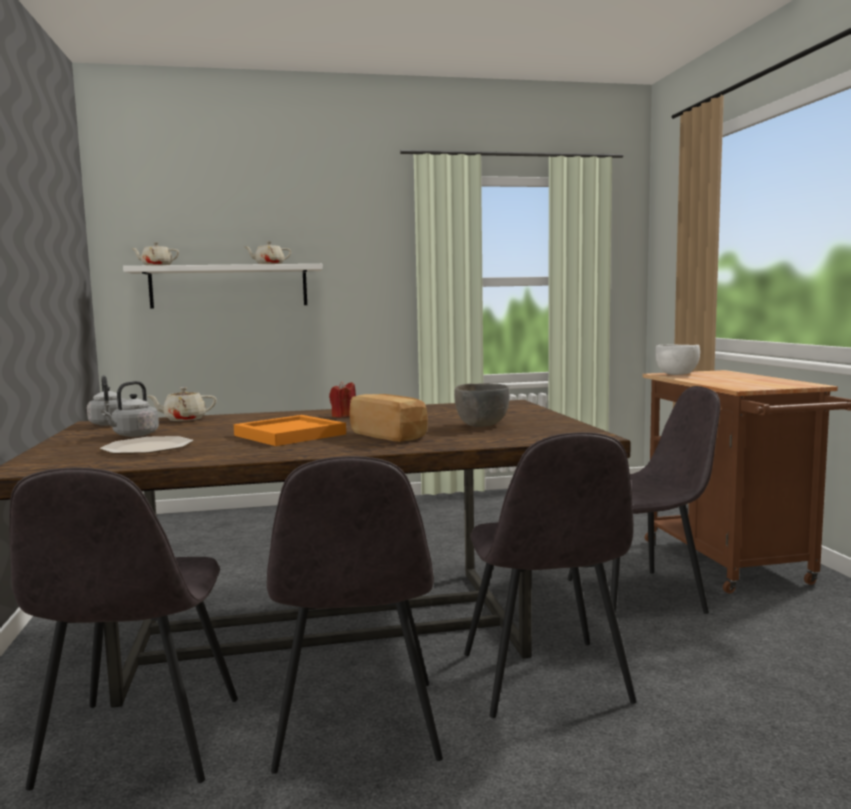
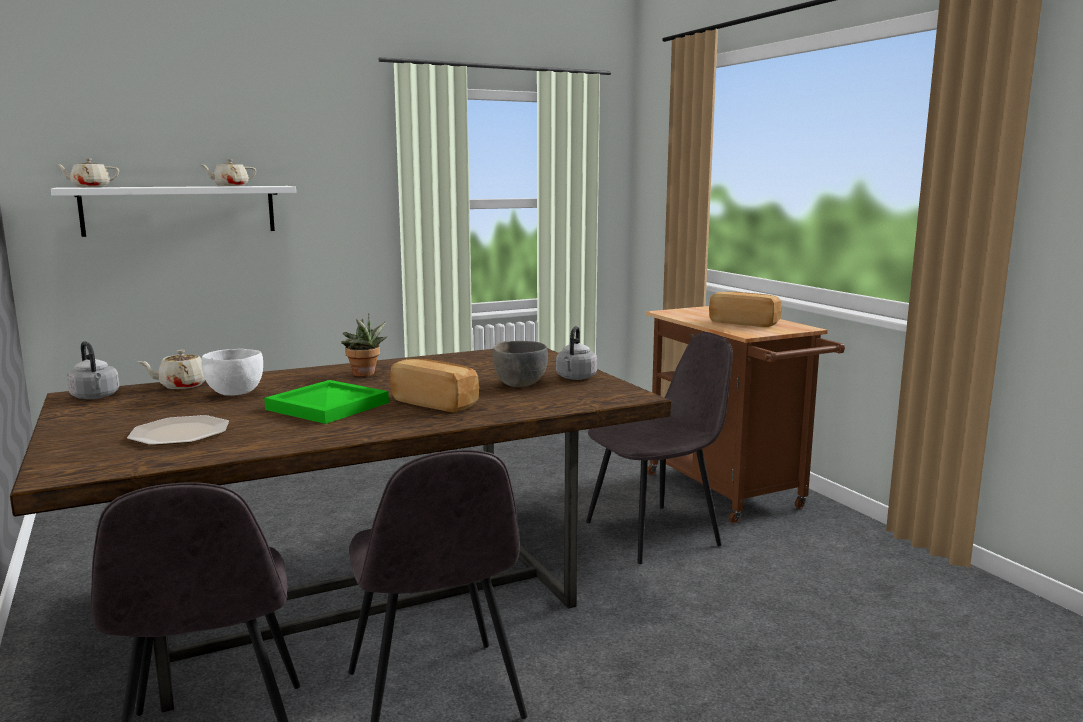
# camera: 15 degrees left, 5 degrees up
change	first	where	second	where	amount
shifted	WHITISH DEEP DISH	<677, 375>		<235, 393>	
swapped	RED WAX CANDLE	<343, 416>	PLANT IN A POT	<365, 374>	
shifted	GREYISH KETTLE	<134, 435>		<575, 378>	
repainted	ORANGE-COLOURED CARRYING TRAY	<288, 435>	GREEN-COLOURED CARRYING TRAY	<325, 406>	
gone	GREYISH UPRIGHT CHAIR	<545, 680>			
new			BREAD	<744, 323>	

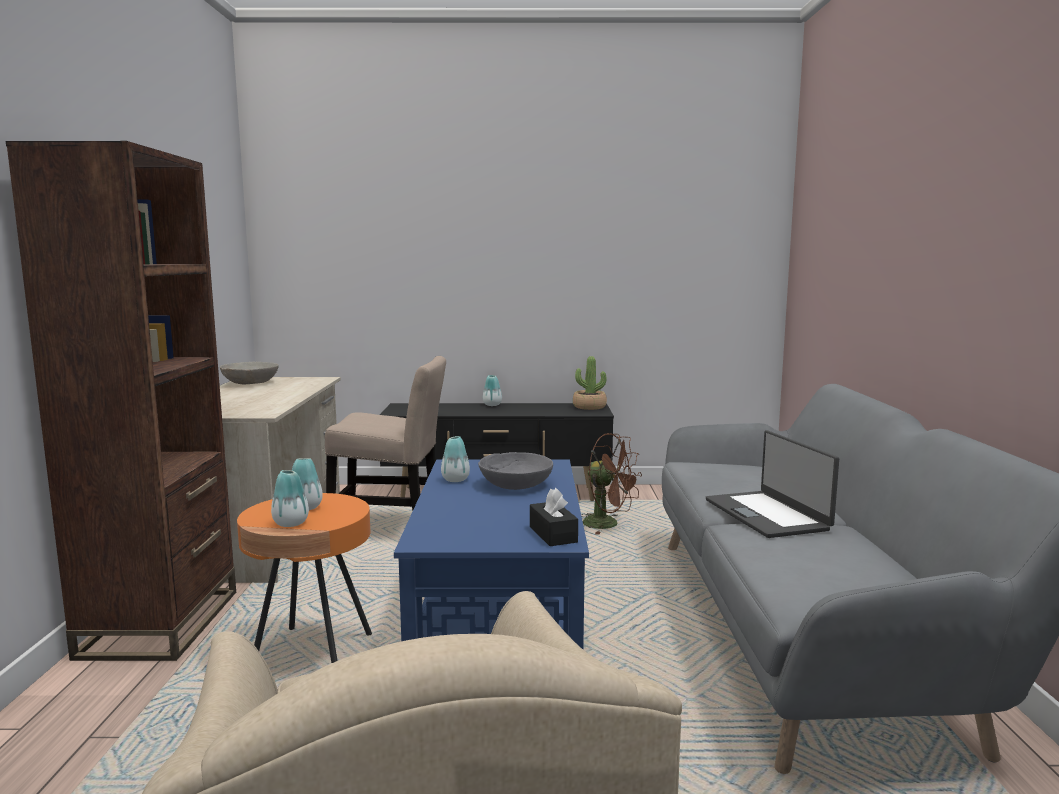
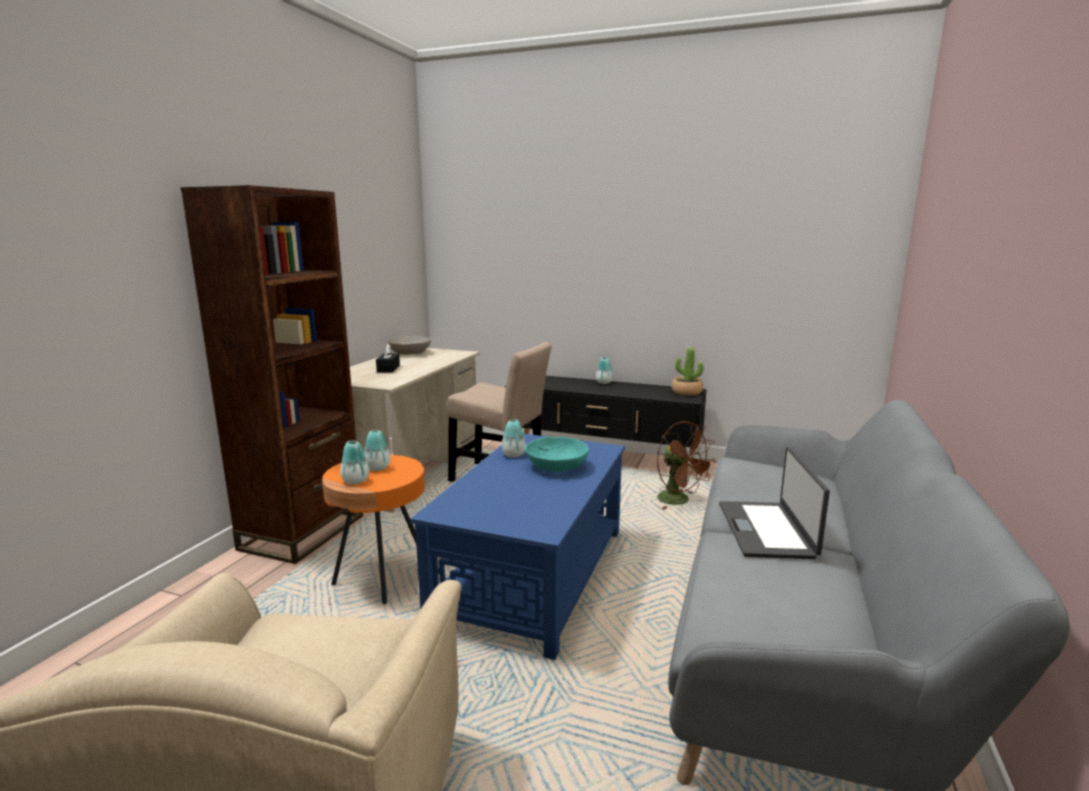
# camera: 20 degrees right, 5 degrees up
change	first	where	second	where	amount
repainted	GREYISH DEEP DISH	<515, 485>	TURQUOISE-COLOURED DEEP DISH	<556, 466>	
shifted	BLACK-COLOURED TISSUE BOX	<553, 534>		<388, 369>	

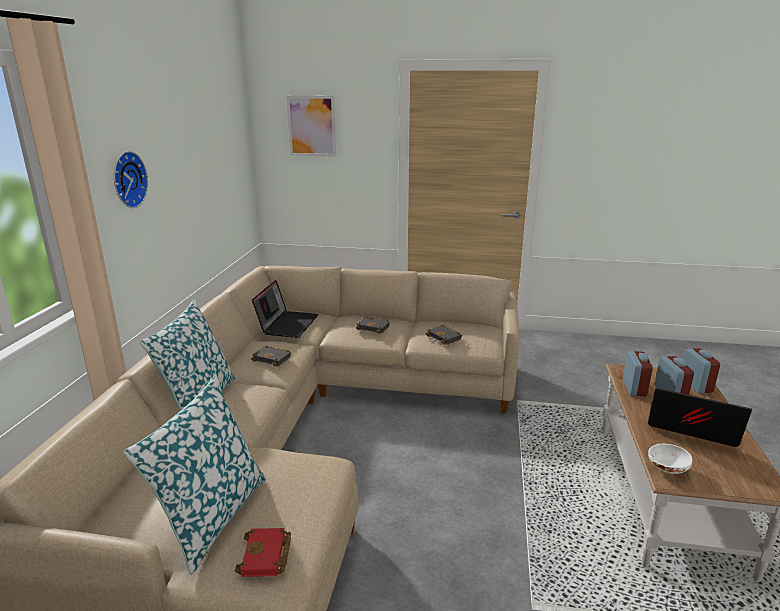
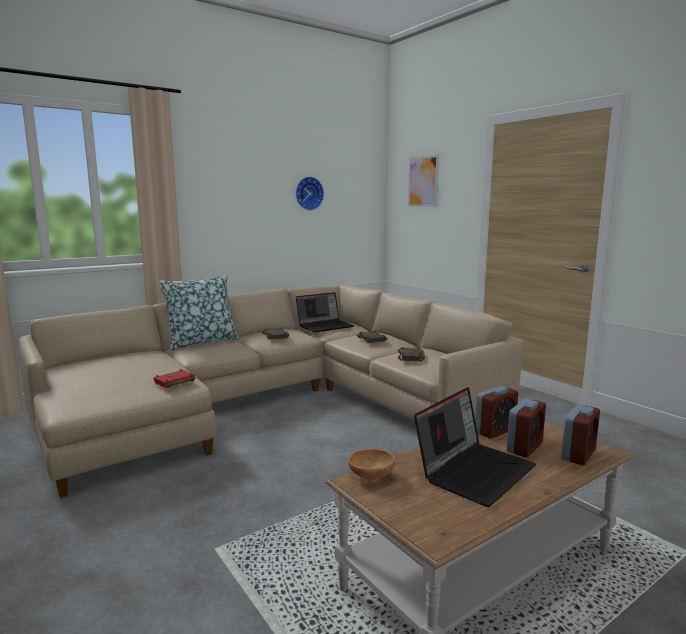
# camera: 45 degrees right, 10 degrees down
change	first	where	second	where	amount
shifted	CLOCK ON THE WALL	<127, 179>		<308, 193>	
gone	CUSHION	<212, 517>			
rotated	NOTEBOOK COMPUTER	<690, 428>		<474, 471>	60 degrees clockwise
repainted	WHITISH DEEP DISH	<666, 469>	BROWN-COLOURED DEEP DISH	<370, 476>	
shifted	RED BOOK	<266, 557>		<174, 382>	

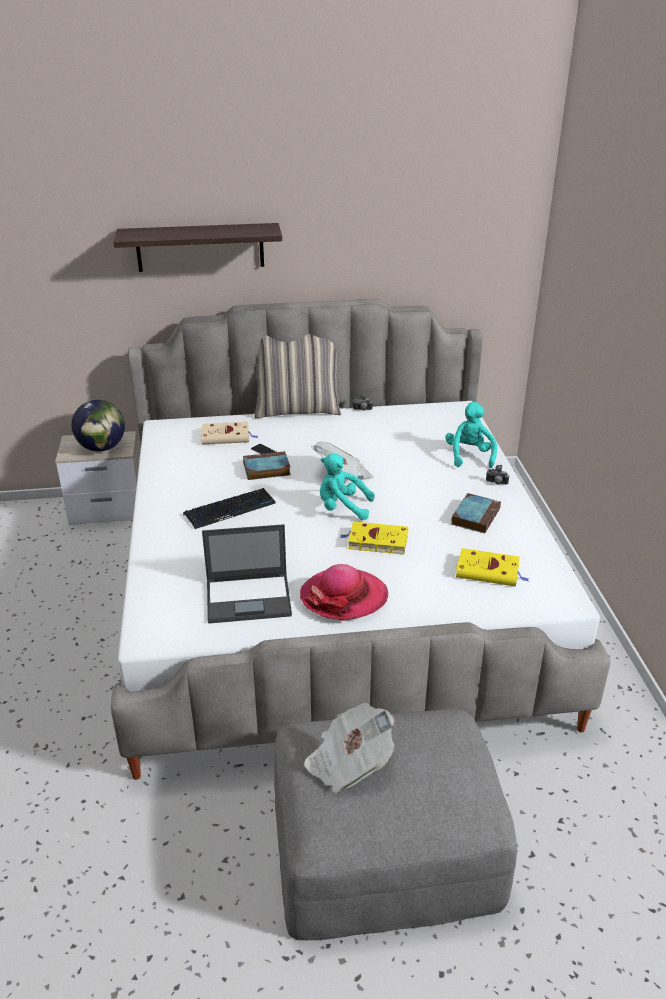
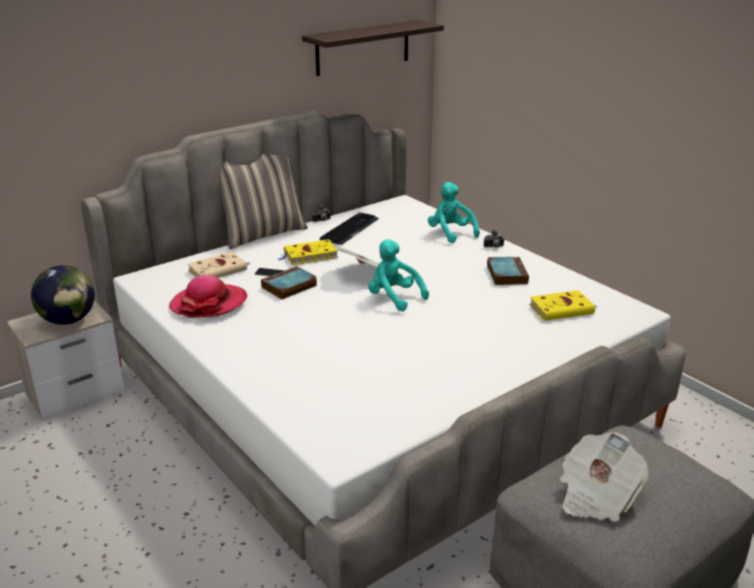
# camera: 30 degrees left, 5 degrees down
change	first	where	second	where	amount
shifted	SHELF	<200, 247>		<363, 47>	
rotated	TURQUOISE-COLOURED CUDDLY TOY	<342, 508>		<394, 298>	60 degrees clockwise
shifted	KEYBOARD	<230, 509>		<350, 229>	
shifted	YELLOW BOOK	<376, 541>		<309, 256>	
gone	NOTEBOOK COMPUTER	<249, 598>			
shifted	WEARABLE HAT	<344, 597>		<209, 304>	

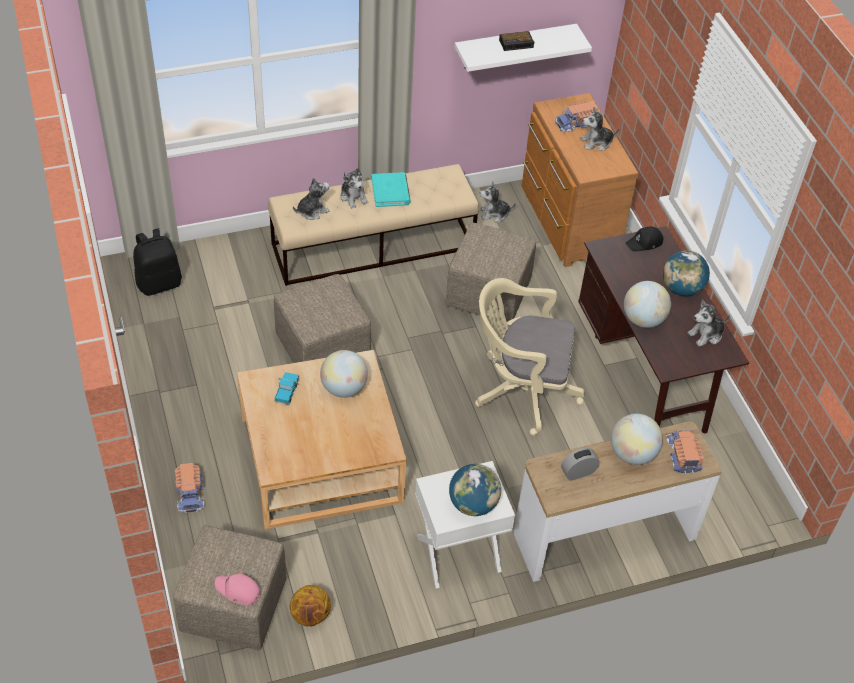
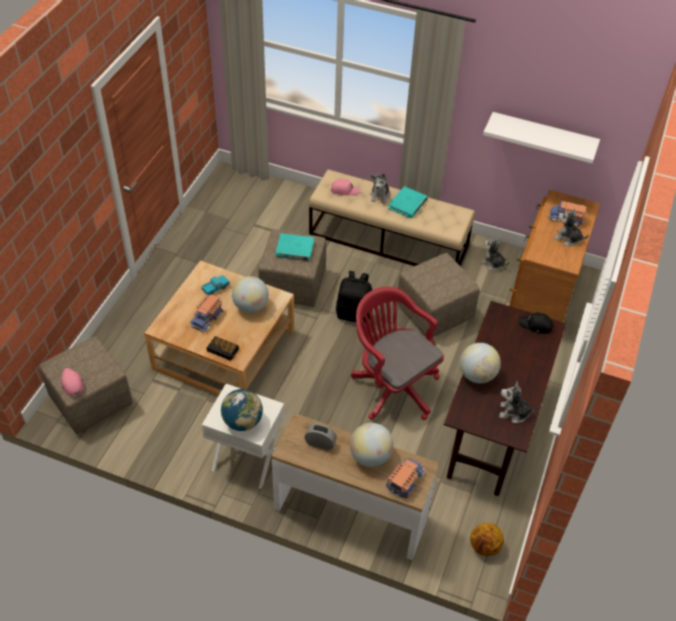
# camera: 40 degrees right, 0 degrees up
change	first	where	second	where	amount
shifted	TABLE CLOCK	<517, 43>		<223, 350>	
swapped	CUDDLY TOY	<312, 211>	PINK PEAKED CAP	<344, 190>	
shifted	BLACK-COLOURED RUCKSACK	<159, 283>		<354, 314>	
gone	DESK GLOBE	<681, 289>			
repainted	BEIGE DESK CHAIR	<520, 390>	RED DESK CHAIR	<392, 385>	
shifted	TOY TRUCK	<190, 494>		<207, 318>	
shifted	BASKETBALL	<311, 615>		<484, 547>	
new			TURQUOISE-COLOURED BOOK	<295, 249>	

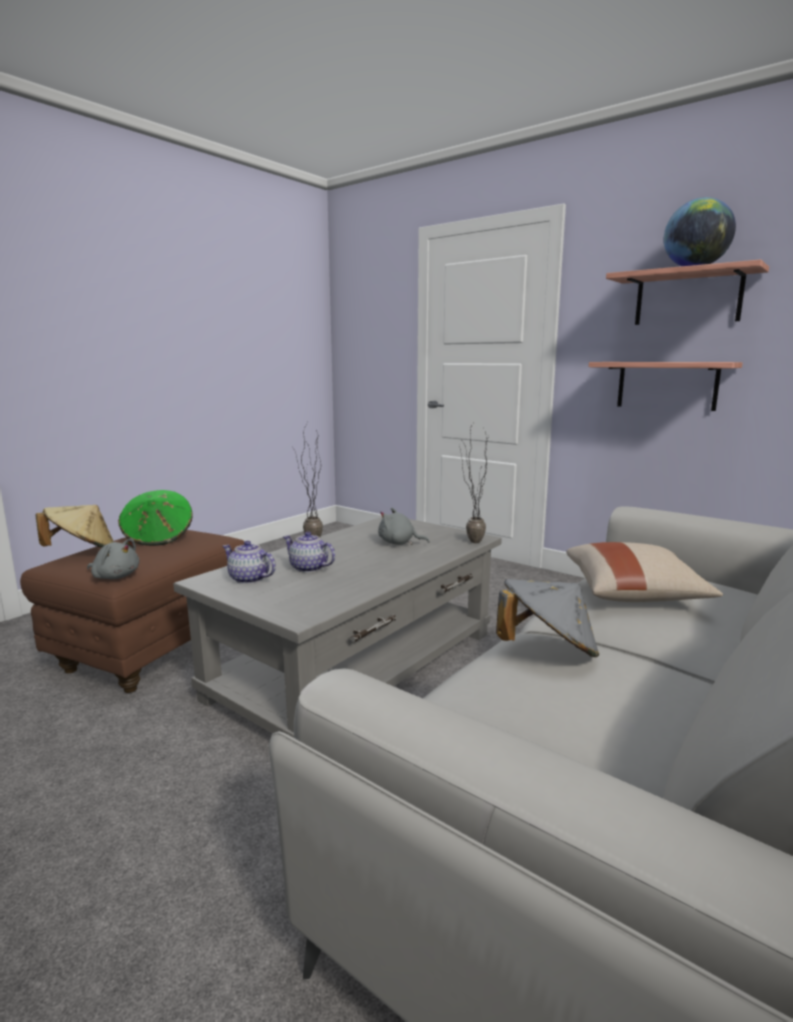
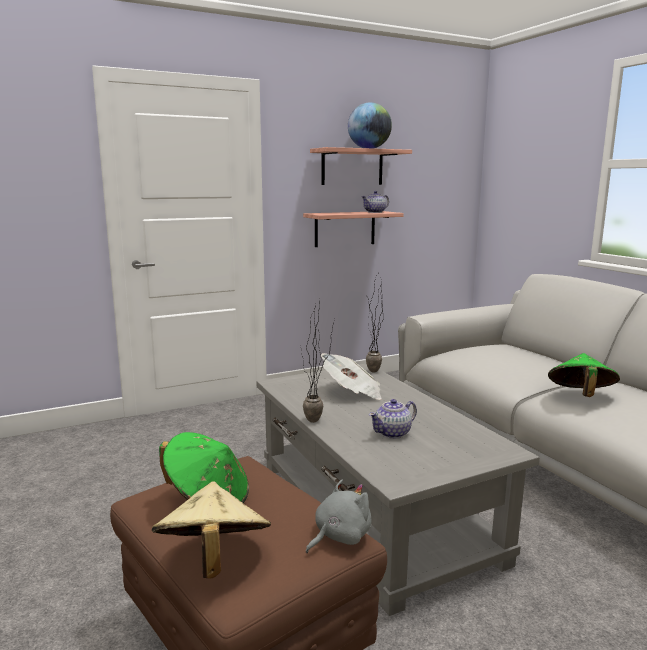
# camera: 65 degrees left, 0 degrees up
change	first	where	second	where	amount
swapped	GREYISH CUDDLY TOY	<399, 543>	NEWSPAPER	<352, 392>	
shifted	TEAPOT	<249, 579>		<375, 212>	
gone	BEIGE CUSHION	<634, 594>			
repainted	GREYISH WEARABLE HAT	<547, 650>	GREEN-COLOURED WEARABLE HAT	<580, 396>	

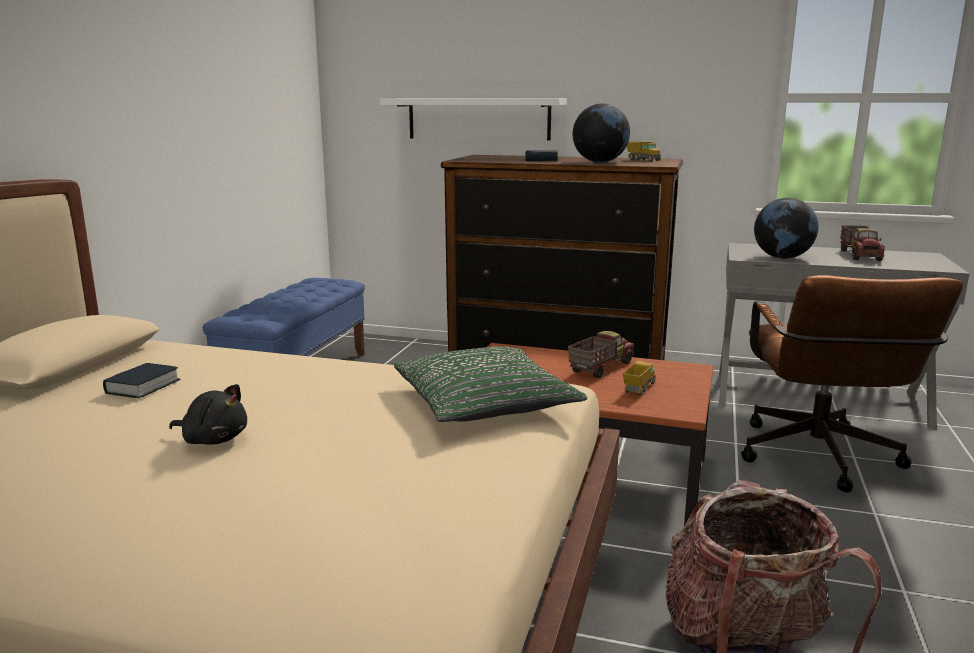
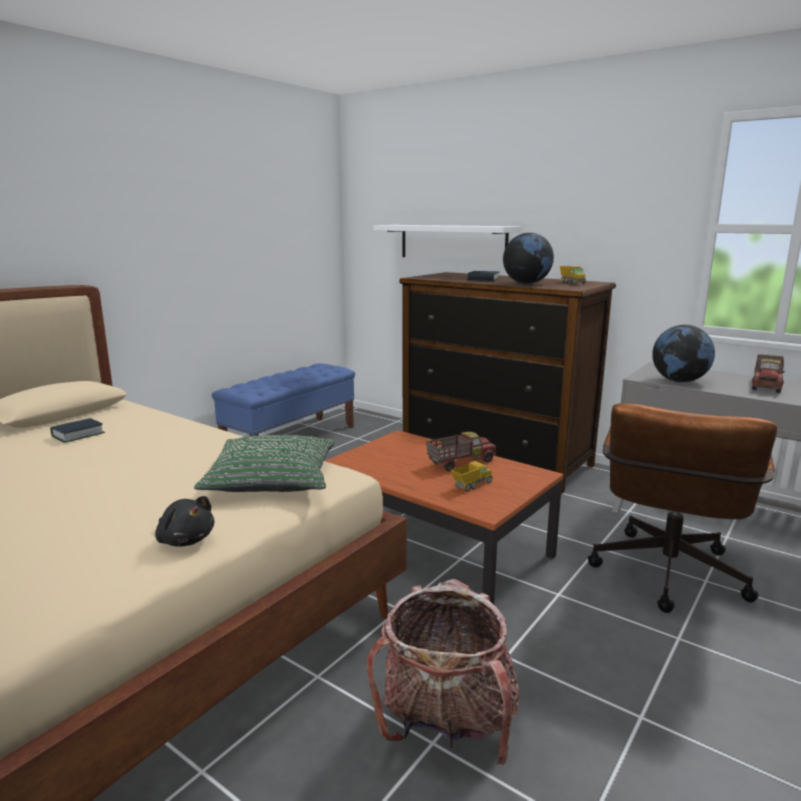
# camera: 20 degrees right, 0 degrees up
change	first	where	second	where	amount
shifted	BLACK-COLOURED CUDDLY TOY	<213, 439>		<185, 540>	

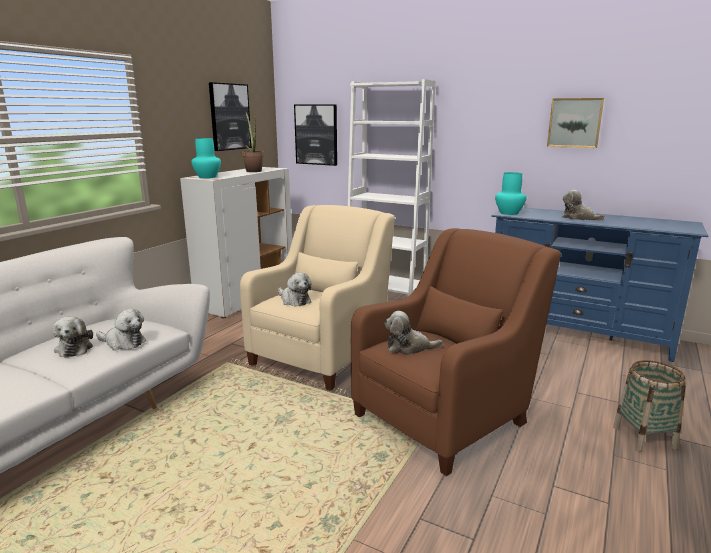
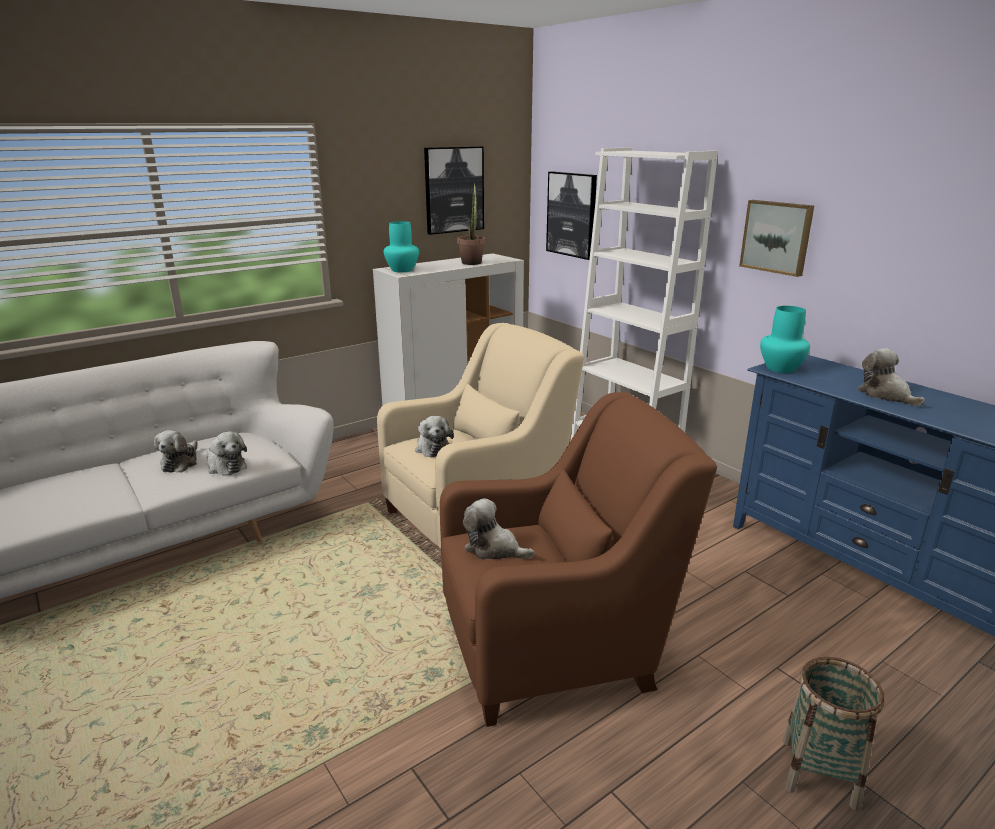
# camera: 25 degrees right, 5 degrees up
change	first	where	second	where	amount
shifted	WALL PICTURE	<575, 123>		<777, 237>	

